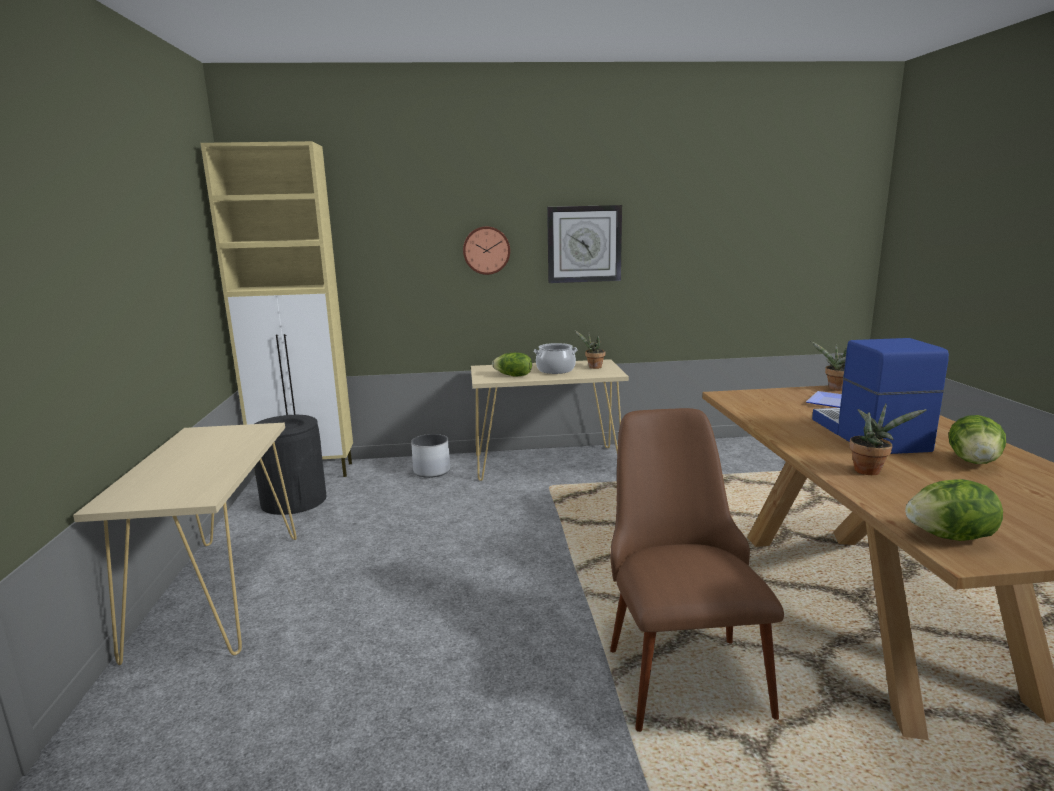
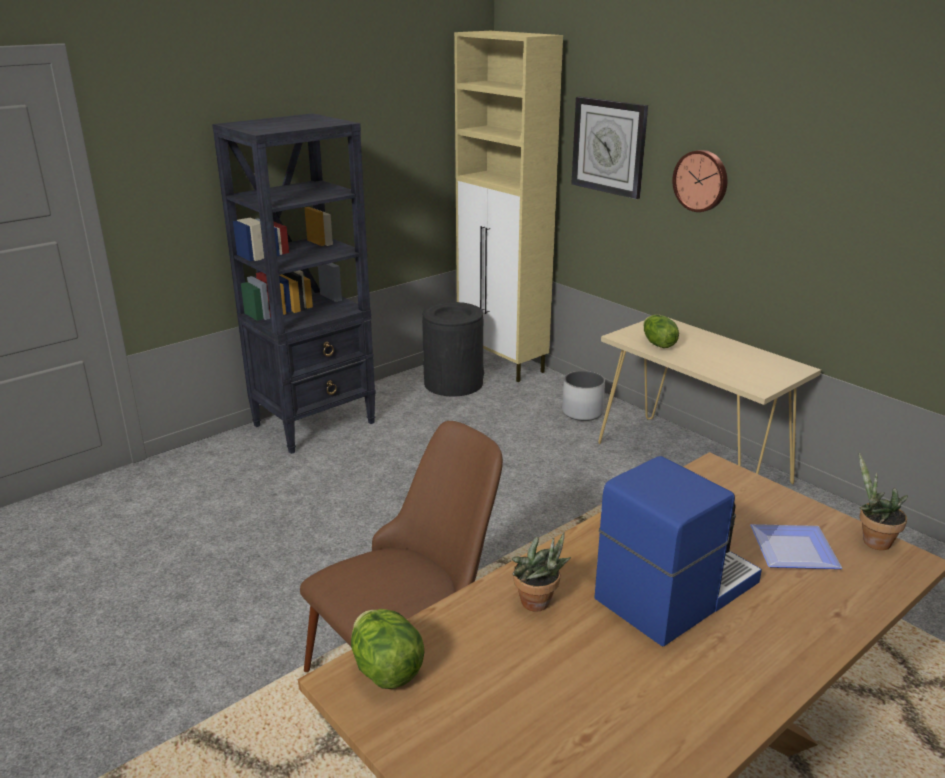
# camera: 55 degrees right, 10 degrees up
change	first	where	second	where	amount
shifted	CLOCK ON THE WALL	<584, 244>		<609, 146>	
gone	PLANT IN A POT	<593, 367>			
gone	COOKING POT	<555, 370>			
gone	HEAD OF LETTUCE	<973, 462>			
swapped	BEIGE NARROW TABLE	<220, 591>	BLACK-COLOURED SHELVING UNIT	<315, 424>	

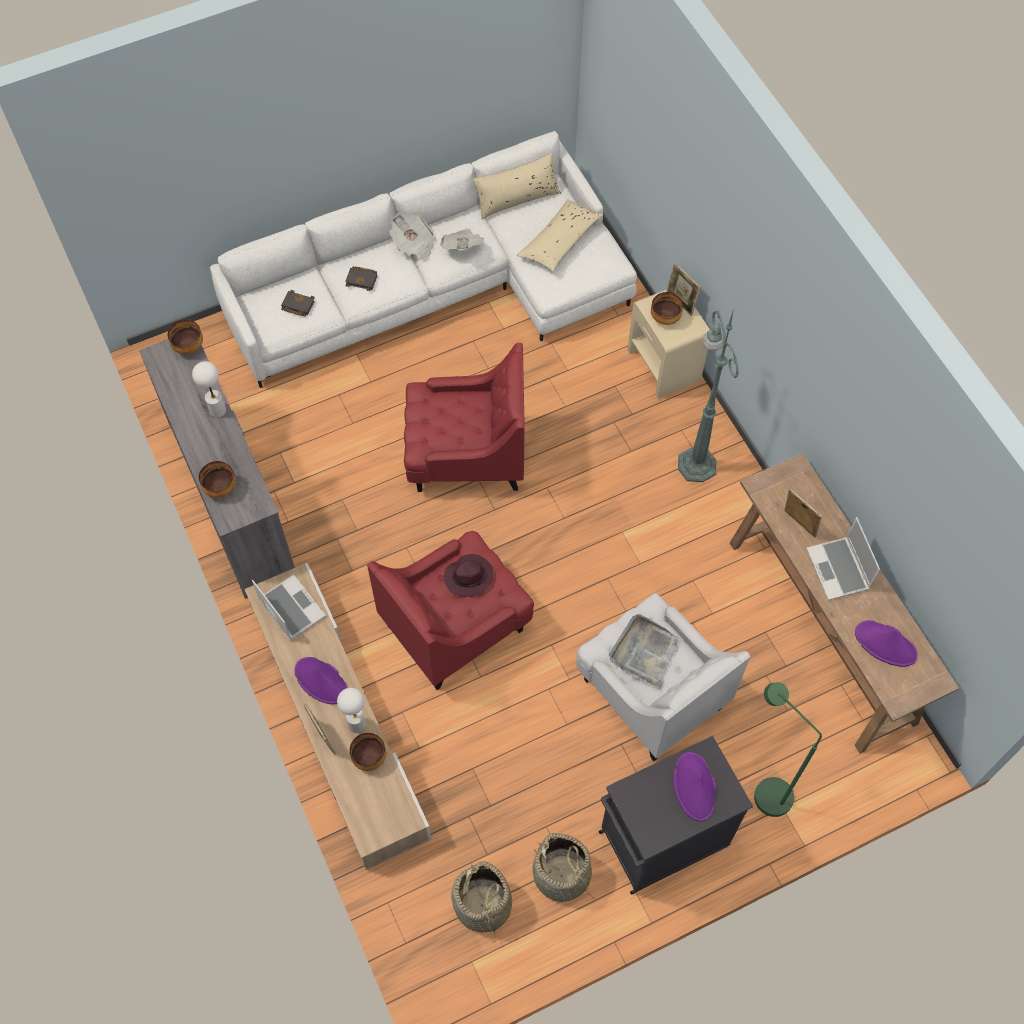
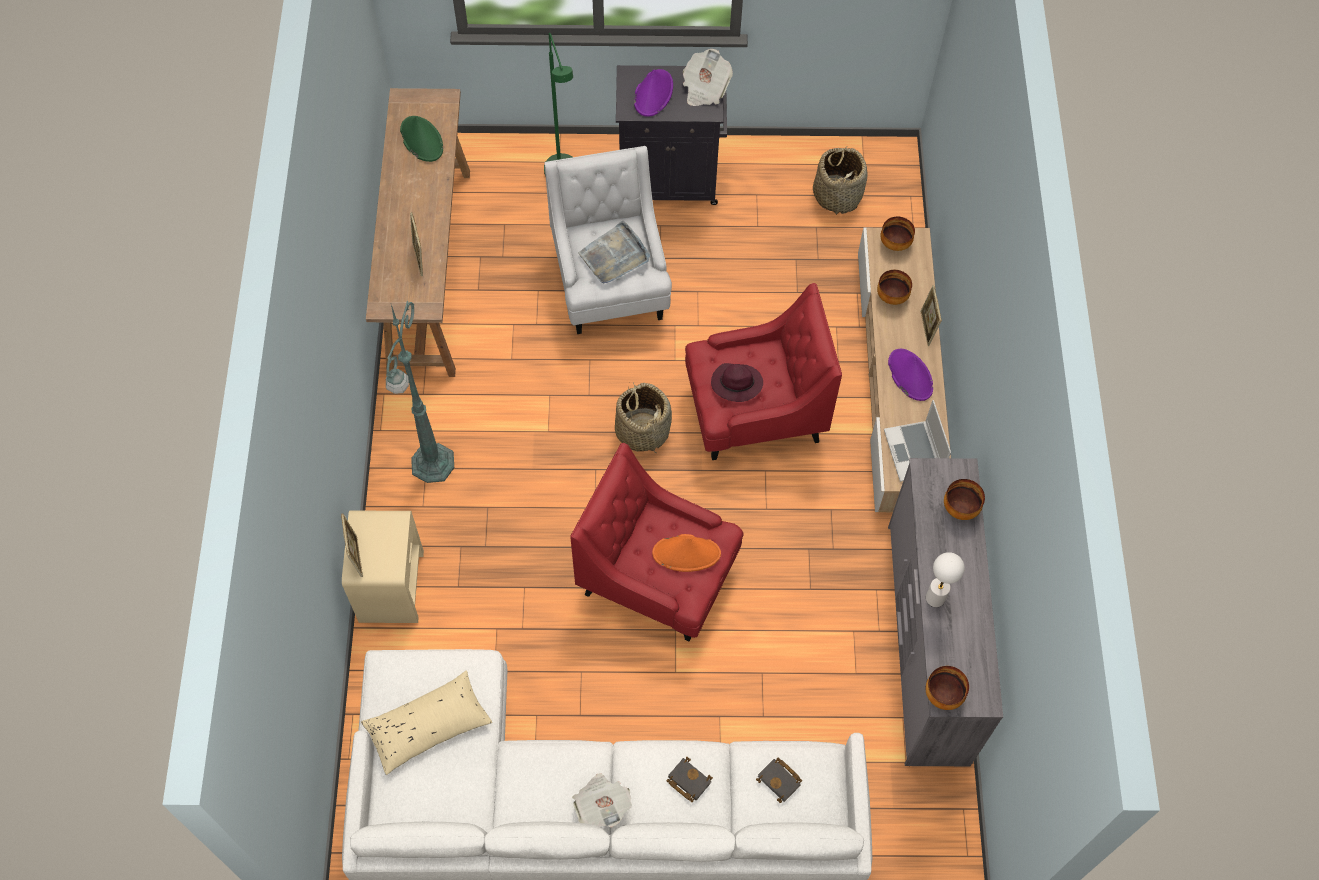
# camera: 155 degrees left, 0 degrees up
change	first	where	second	where	amount
gone	BEIGE CUSHION	<516, 198>			
shifted	NEWSPAPER	<462, 247>		<705, 88>	
shifted	DEEP DISH	<665, 318>		<895, 243>	
gone	NOTEBOOK COMPUTER	<839, 570>			
repainted	PURPLE WEARABLE HAT	<886, 644>	GREEN-COLOURED WEARABLE HAT	<421, 139>	
gone	WHITISH TABLE LAMP	<357, 724>			
shifted	BASKET	<562, 876>		<642, 430>	
new			ORANGE-COLOURED WEARABLE HAT	<686, 553>	

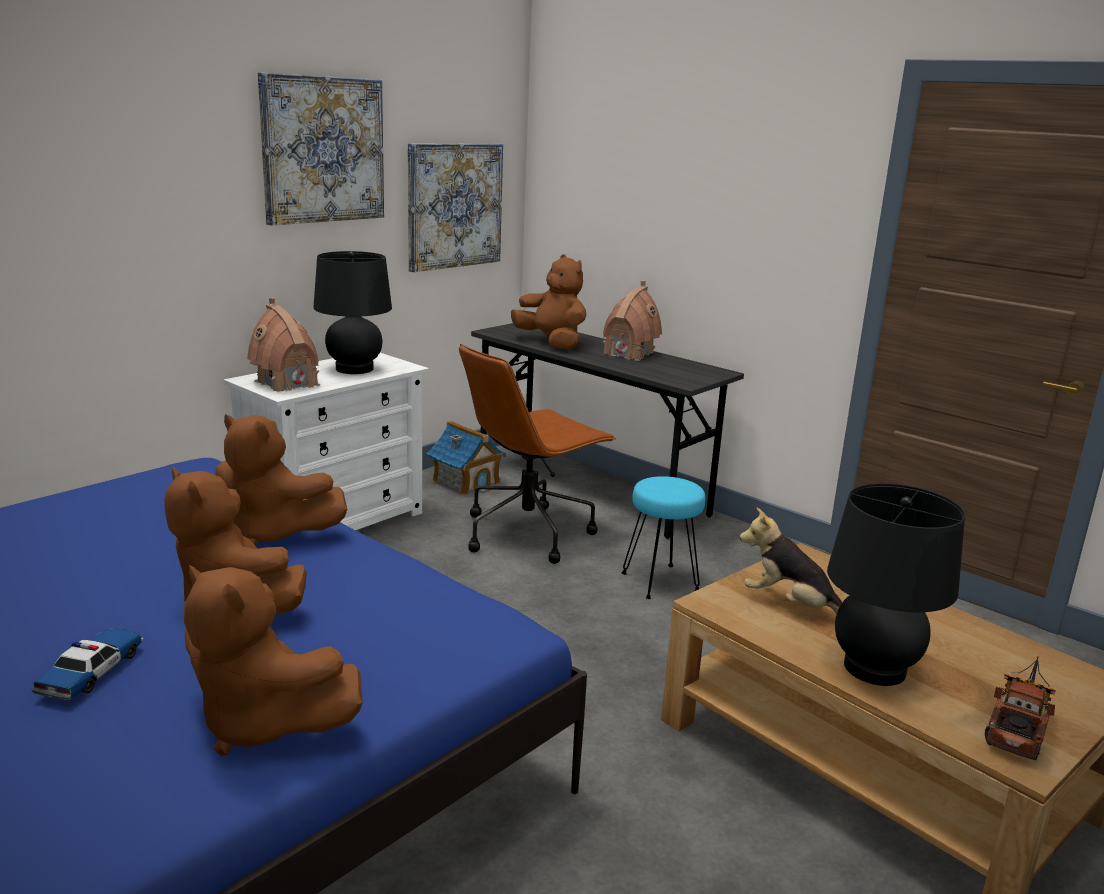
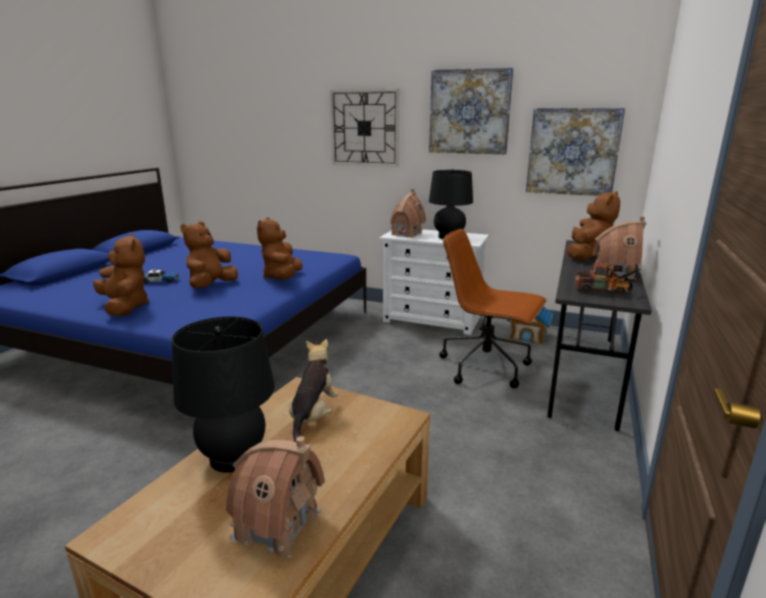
# camera: 70 degrees right, 0 degrees up
change	first	where	second	where	amount
gone	TURQUOISE-COLOURED SITTING STOOL	<661, 581>			
rotated	BROWN-COLOURED CUDDLY TOY	<263, 724>		<125, 307>	135 degrees clockwise
shifted	TOY TRUCK	<1018, 727>		<606, 291>	
new			CLOCK ON THE WALL	<364, 128>	
new			TOY HOUSE	<277, 525>	

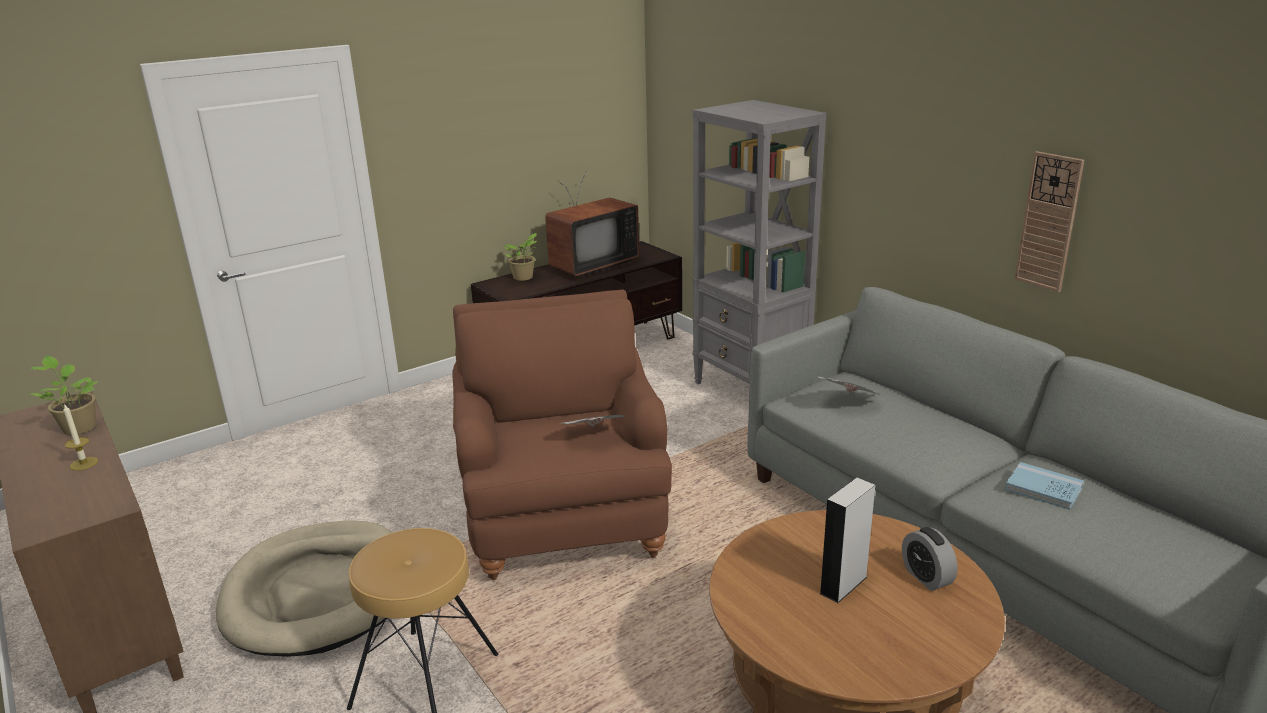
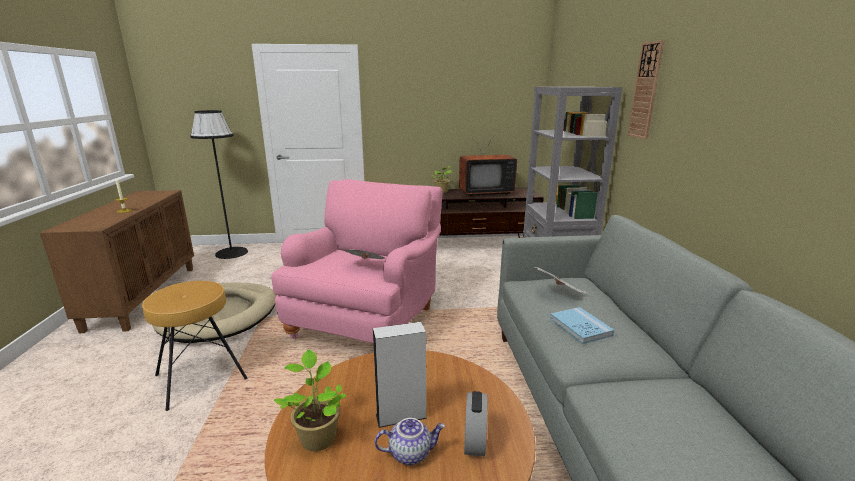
# camera: 30 degrees right, 5 degrees down
change	first	where	second	where	amount
shifted	CLOCK ON THE WALL	<1049, 222>		<645, 91>	
repainted	BROWN-COLOURED LOUNGE CHAIR	<563, 516>	PINK LOUNGE CHAIR	<368, 319>	
shifted	PLANT IN A POT	<78, 427>		<318, 436>	
shifted	BLUE BOOK	<1043, 488>		<580, 327>	
new			BLACK-COLOURED FLOOR LAMP	<231, 253>	
new			TEAPOT	<410, 453>	

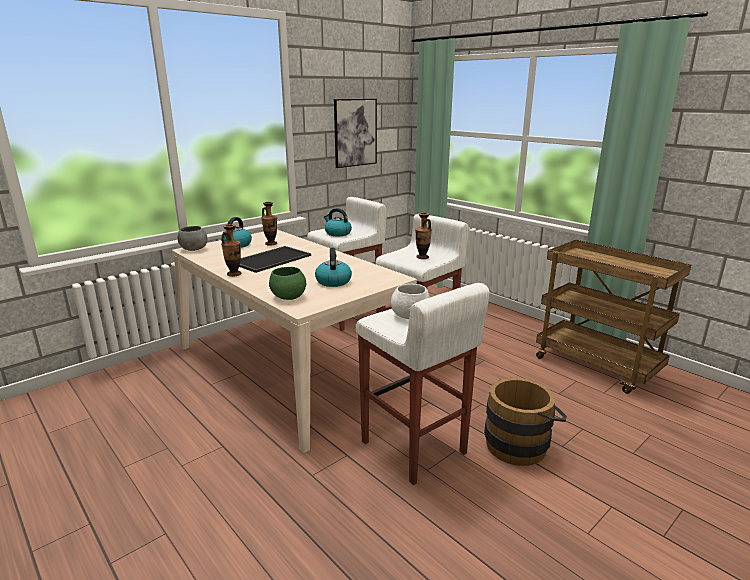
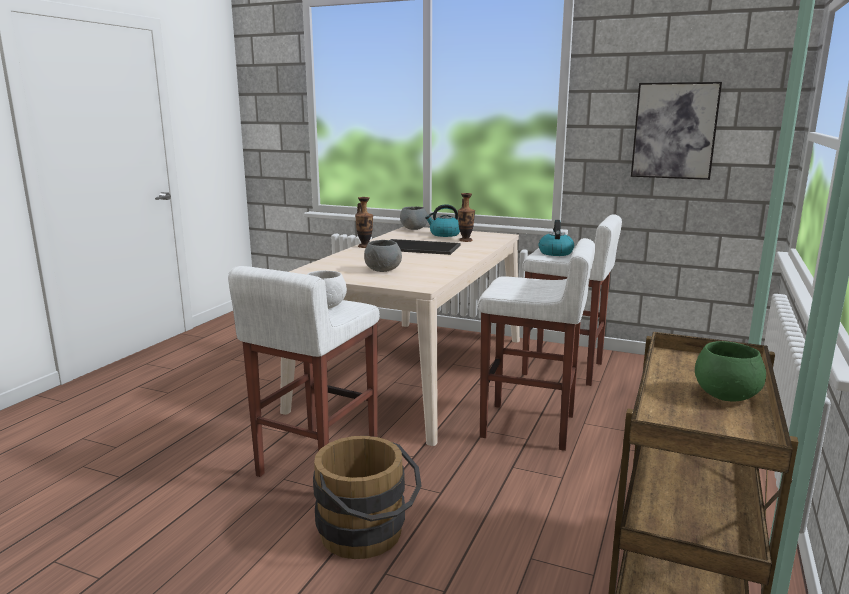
# camera: 65 degrees right, 5 degrees down
change	first	where	second	where	amount
gone	FLOWER VASE	<422, 257>			
swapped	KETTLE	<333, 281>	GREYISH DEEP DISH	<382, 270>	
shifted	GREEN-COLOURED DEEP DISH	<289, 297>		<726, 396>	

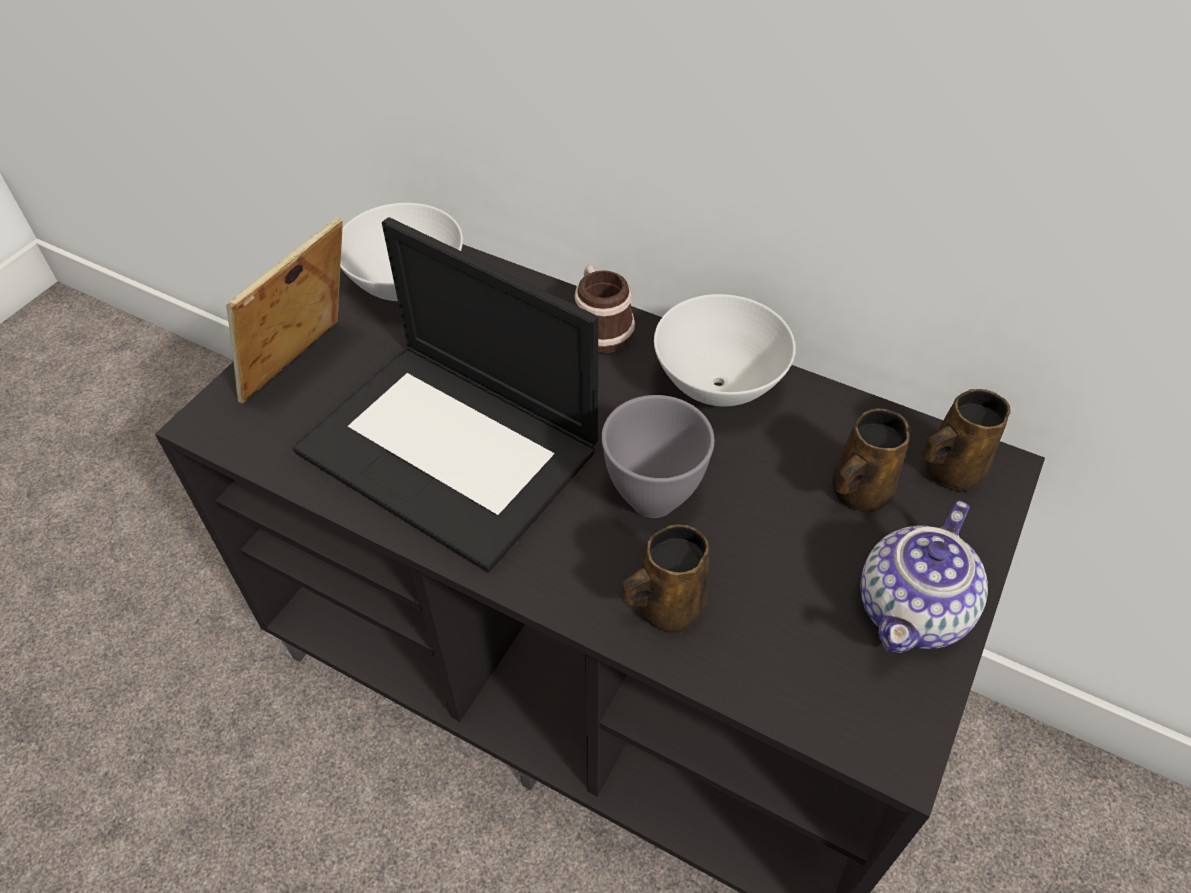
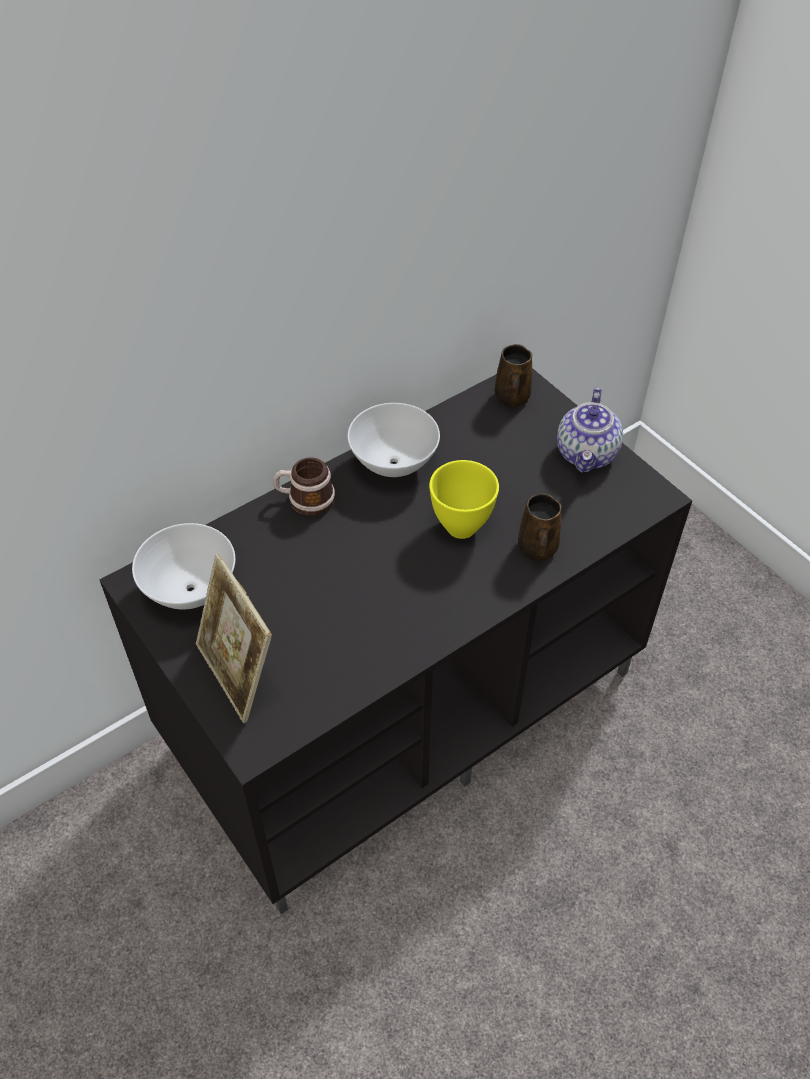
# camera: 65 degrees left, 0 degrees up
change	first	where	second	where	amount
gone	NOTEBOOK COMPUTER	<452, 450>			
repainted	GREYISH DEEP DISH	<654, 497>	YELLOW DEEP DISH	<460, 526>	
gone	BROWN-COLOURED COFFEE MUG	<857, 493>			
rotated	TEAPOT	<912, 611>		<587, 454>	45 degrees clockwise

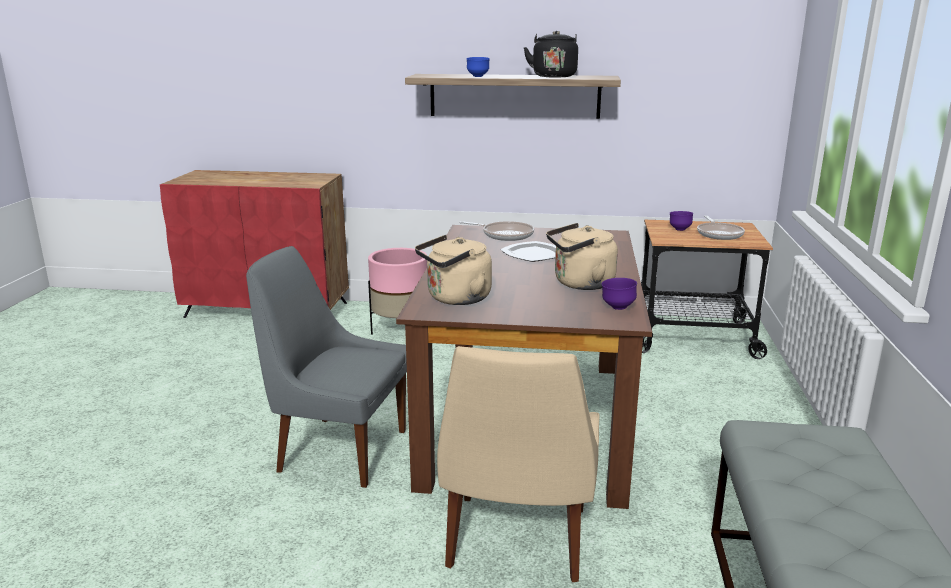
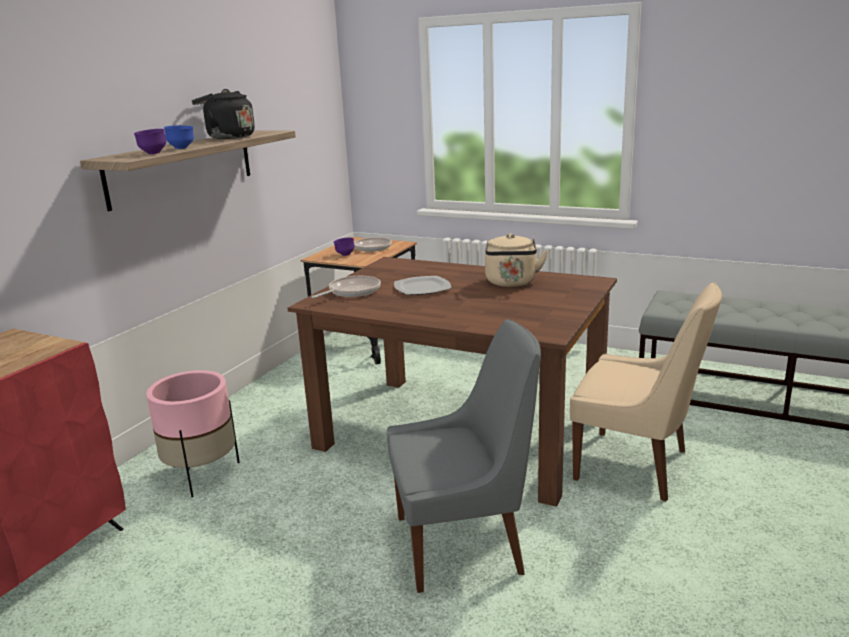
# camera: 70 degrees left, 0 degrees up
change	first	where	second	where	amount
gone	BEIGE KETTLE	<455, 299>			
rotated	GREYISH UPRIGHT CHAIR	<338, 450>		<464, 544>	135 degrees counterclockwise
shifted	PURPLE DEEP DISH	<617, 307>		<153, 153>	

